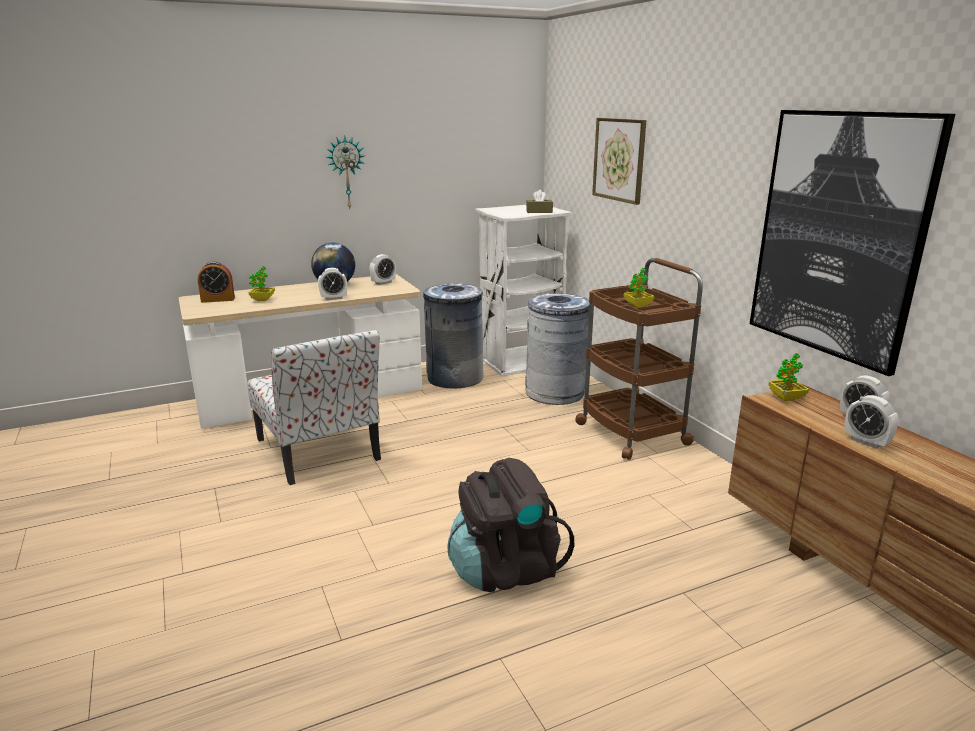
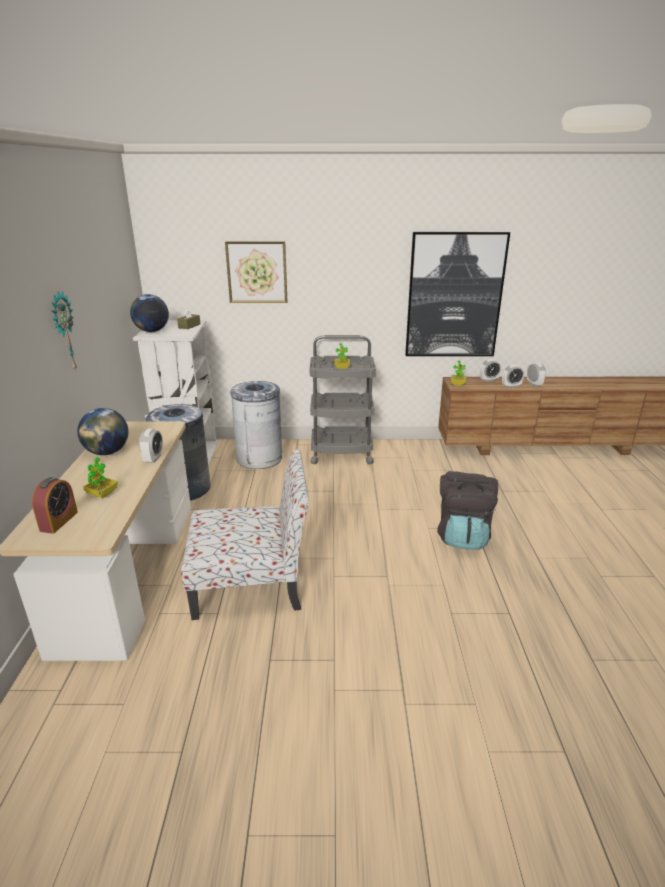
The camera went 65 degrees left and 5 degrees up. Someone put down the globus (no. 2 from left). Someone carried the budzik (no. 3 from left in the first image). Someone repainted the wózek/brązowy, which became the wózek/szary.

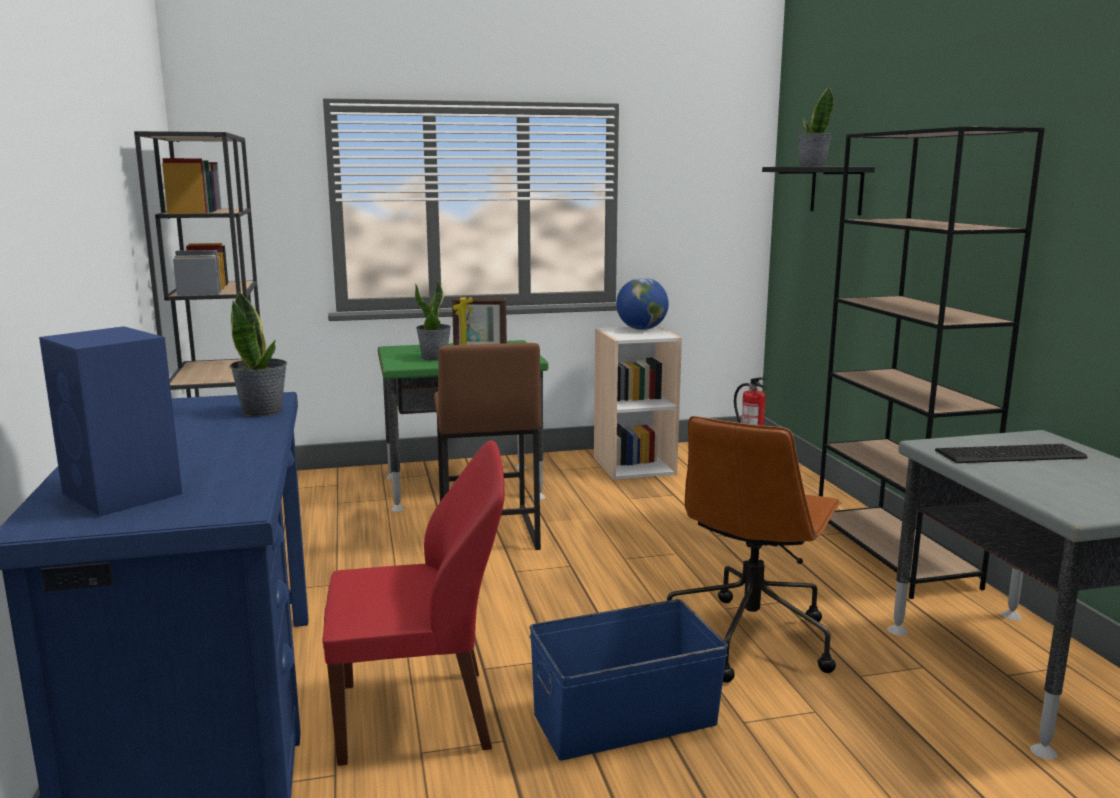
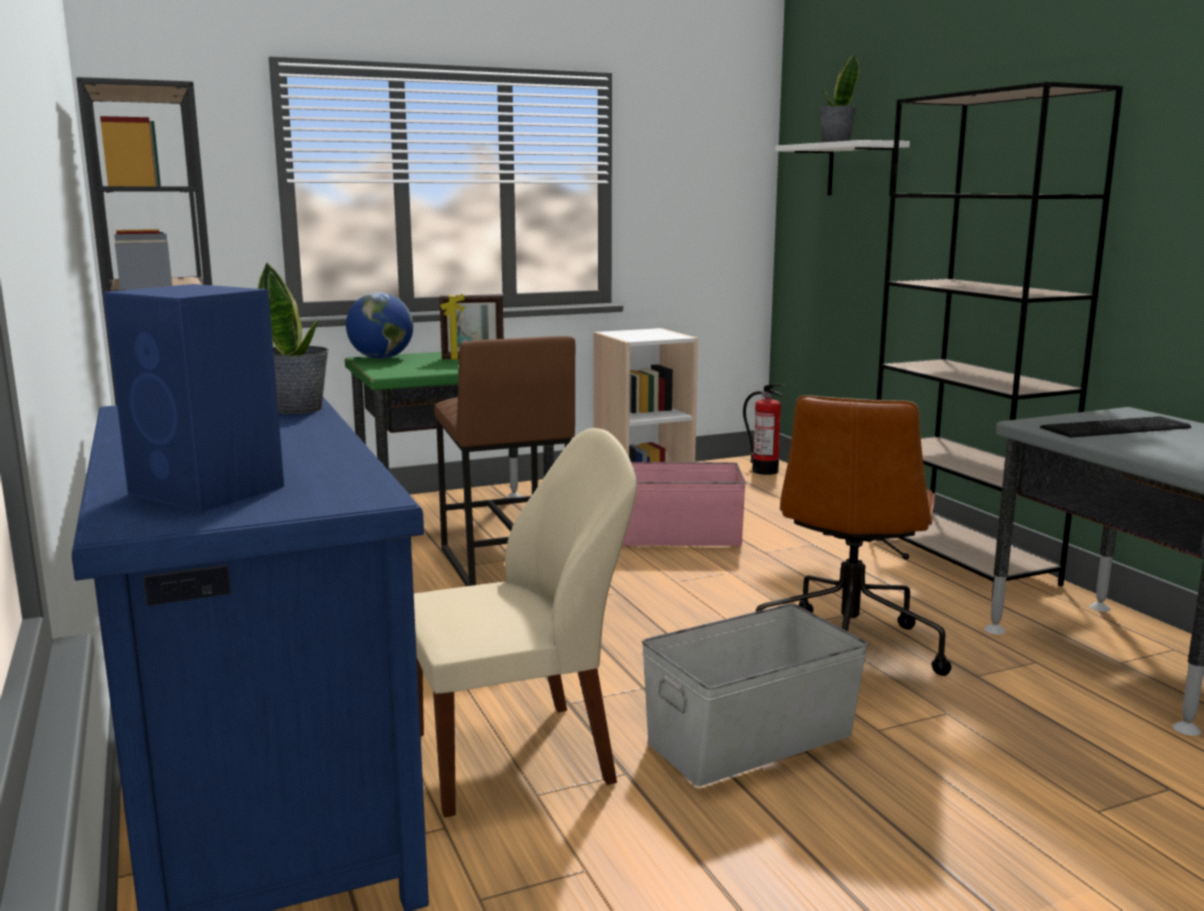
The camera went 10 degrees left and 0 degrees up. Someone took away the roślina doniczkowa (no. 2 from left). Someone put down the pojemnik do przechowywania/różowy. Someone carried the globus. Someone repainted the krzesło/czerwony, which became the krzesło/beżowy. Someone repainted the pojemnik do przechowywania/niebieski, which became the pojemnik do przechowywania/szary. Someone repainted the półka/czarny, which became the półka/biały.

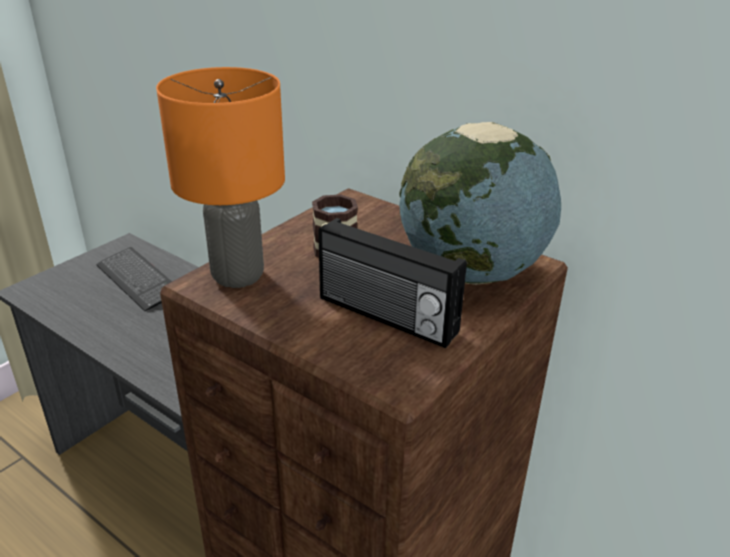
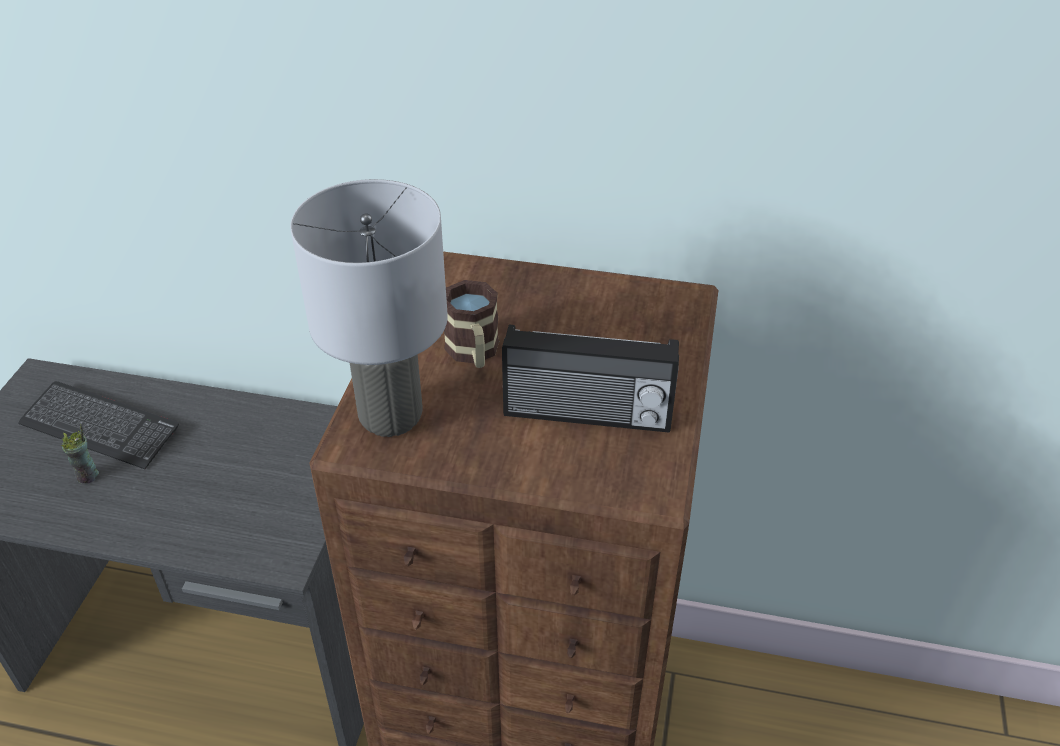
The camera went 25 degrees left and 10 degrees up. Someone took away the globus. Someone put down the filiżanka. Someone repainted the lampa stołowa/pomarańczowy, which became the lampa stołowa/biały.

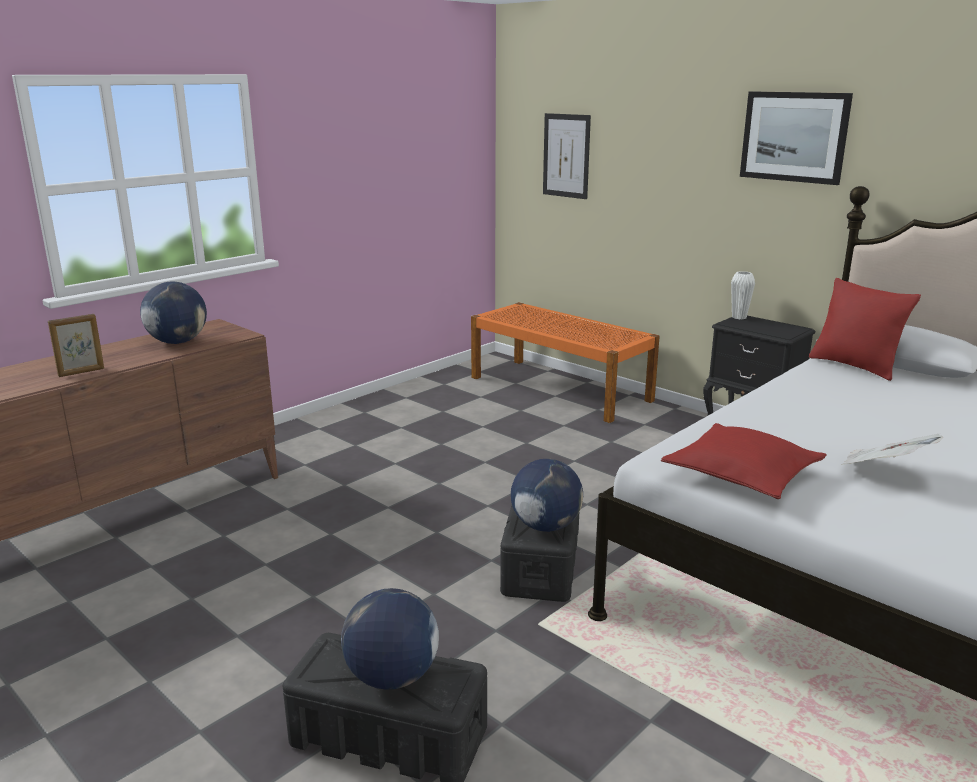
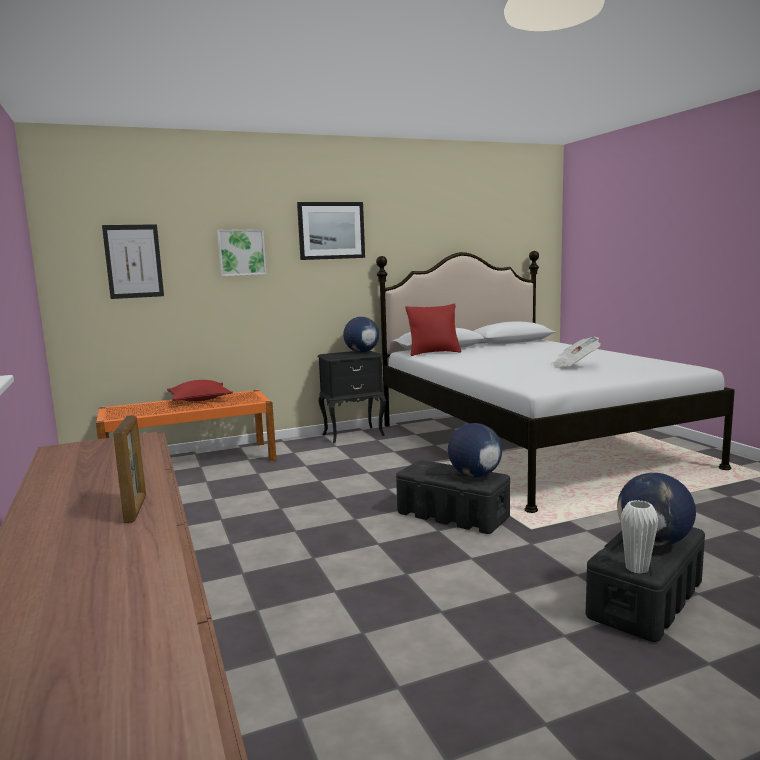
The camera went 65 degrees left and 10 degrees down. Someone put up the obraz (no. 2 from left). Someone carried the globus (no. 1 from left). Someone carried the poduszka/czerwony (no. 1 from left). Someone carried the wazon/biały.

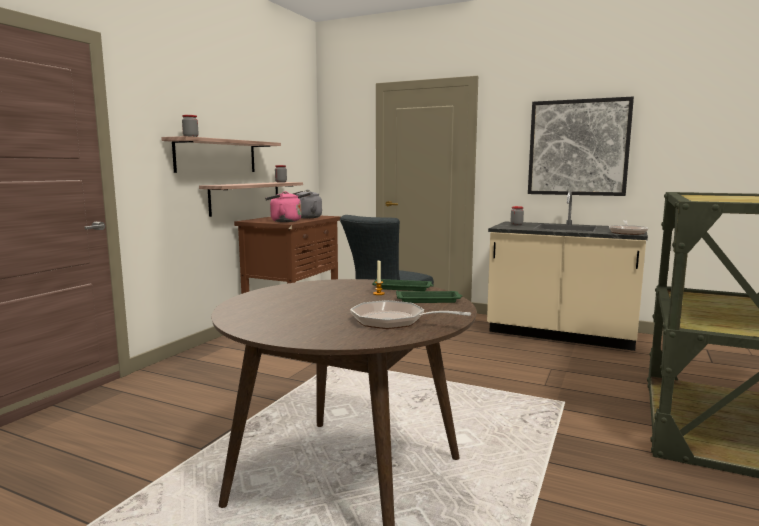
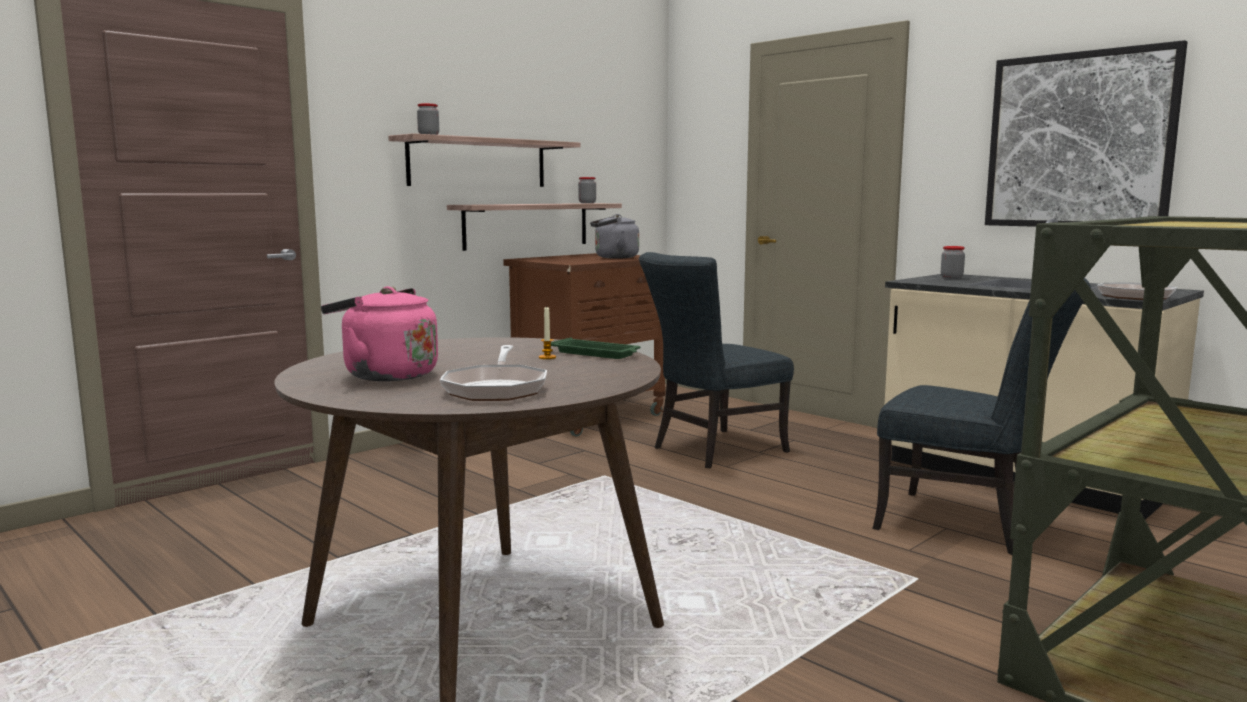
The camera went 20 degrees right and 0 degrees up. Someone took away the taca/zielony (no. 2 from left). Someone put down the krzesło/szary (no. 2 from left). Someone carried the czajnik/różowy. Someone rotated the patelnia (no. 1 from left) by 135 degrees counterclockwise.

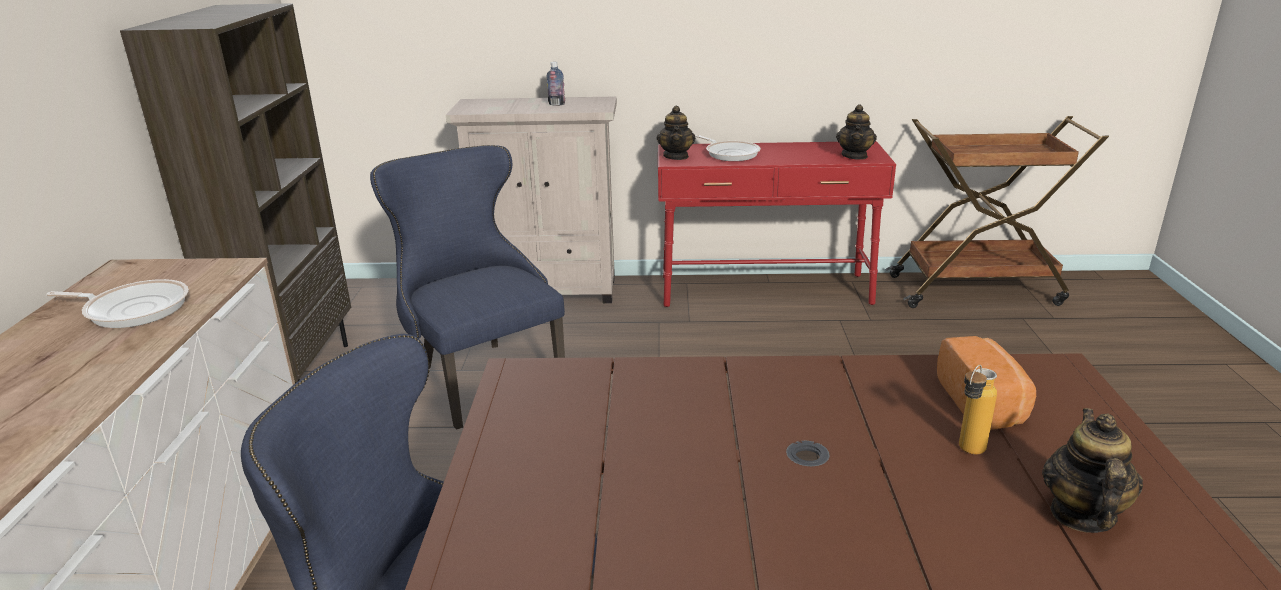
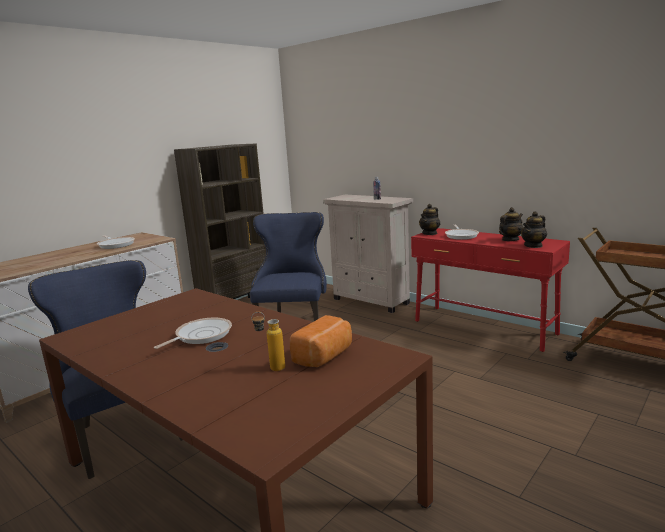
The camera went 40 degrees right and 10 degrees down. Someone put down the patelnia (no. 2 from left). Someone carried the imbryk (no. 3 from left in the first image).

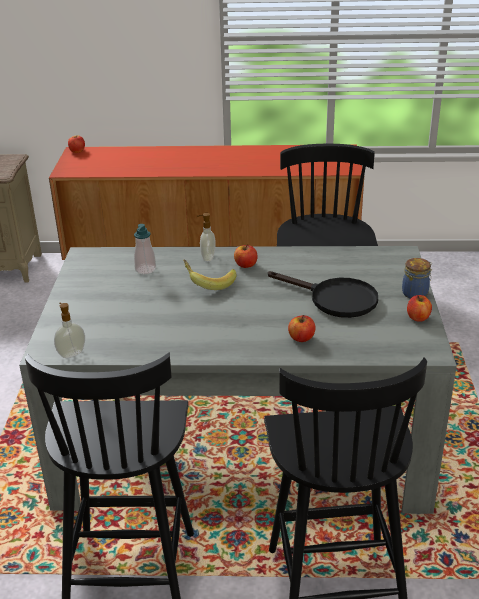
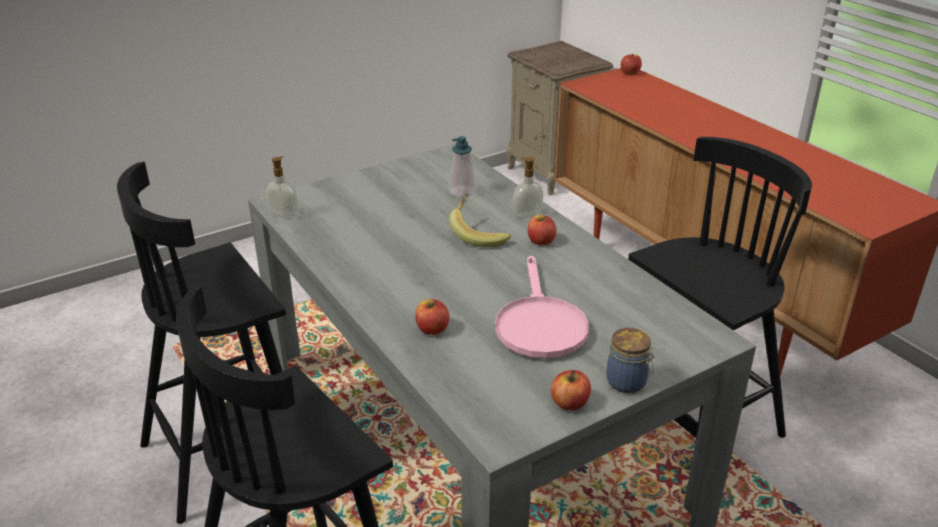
The camera went 55 degrees right and 0 degrees up. Someone repainted the patelnia/czarny, which became the patelnia/różowy.

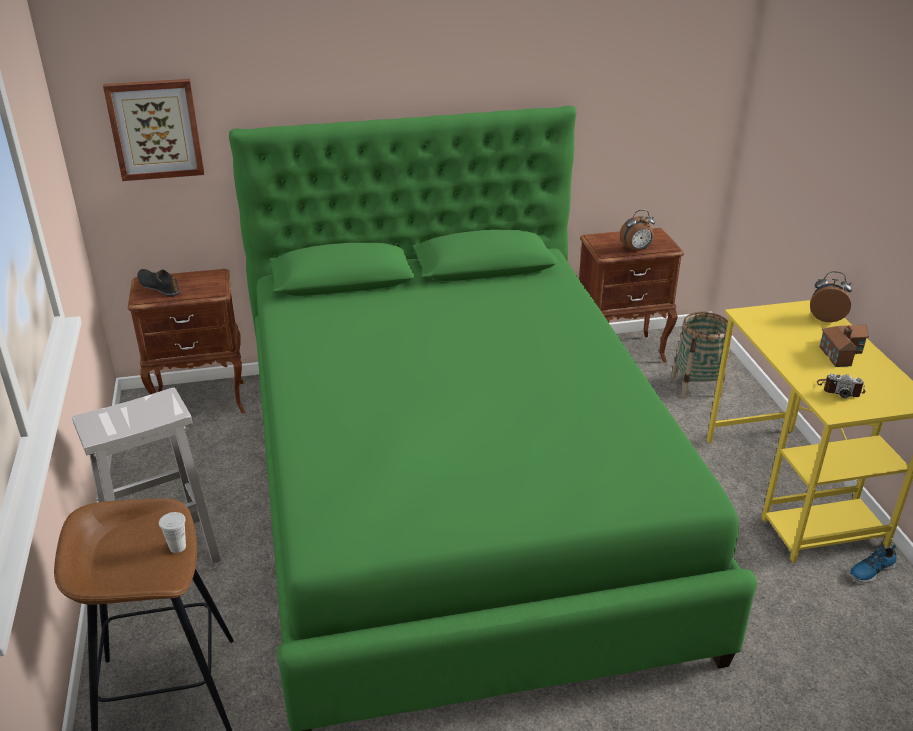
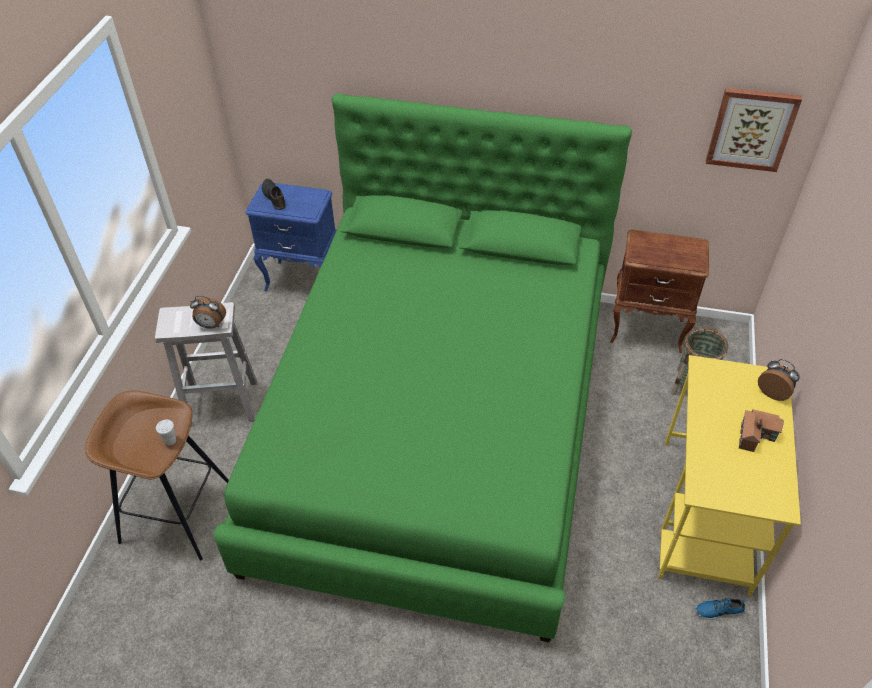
The camera went 25 degrees right and 15 degrees up. Someone took away the aparat fotograficzny. Someone carried the obraz. Someone carried the budzik (no. 1 from left). Someone repainted the szafka nocna/brązowy (no. 1 from left), which became the szafka nocna/niebieski.

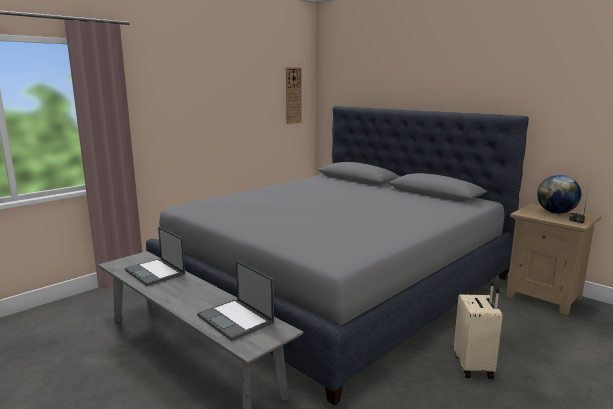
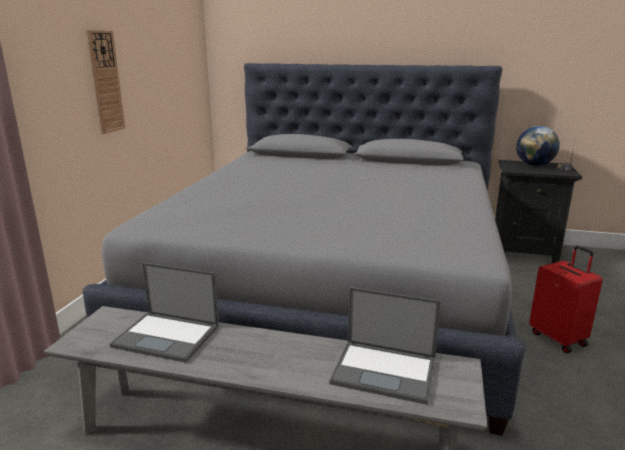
The camera went 30 degrees left and 5 degrees up. Someone carried the zegar ścienny. Someone repainted the walizka/beżowy, which became the walizka/czerwony. Someone repainted the szafka nocna/beżowy, which became the szafka nocna/czarny.

